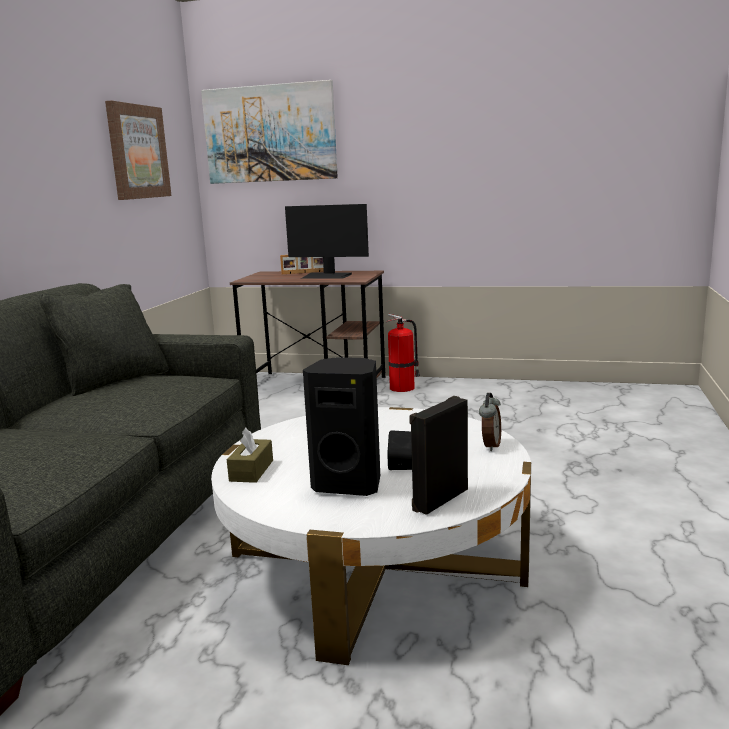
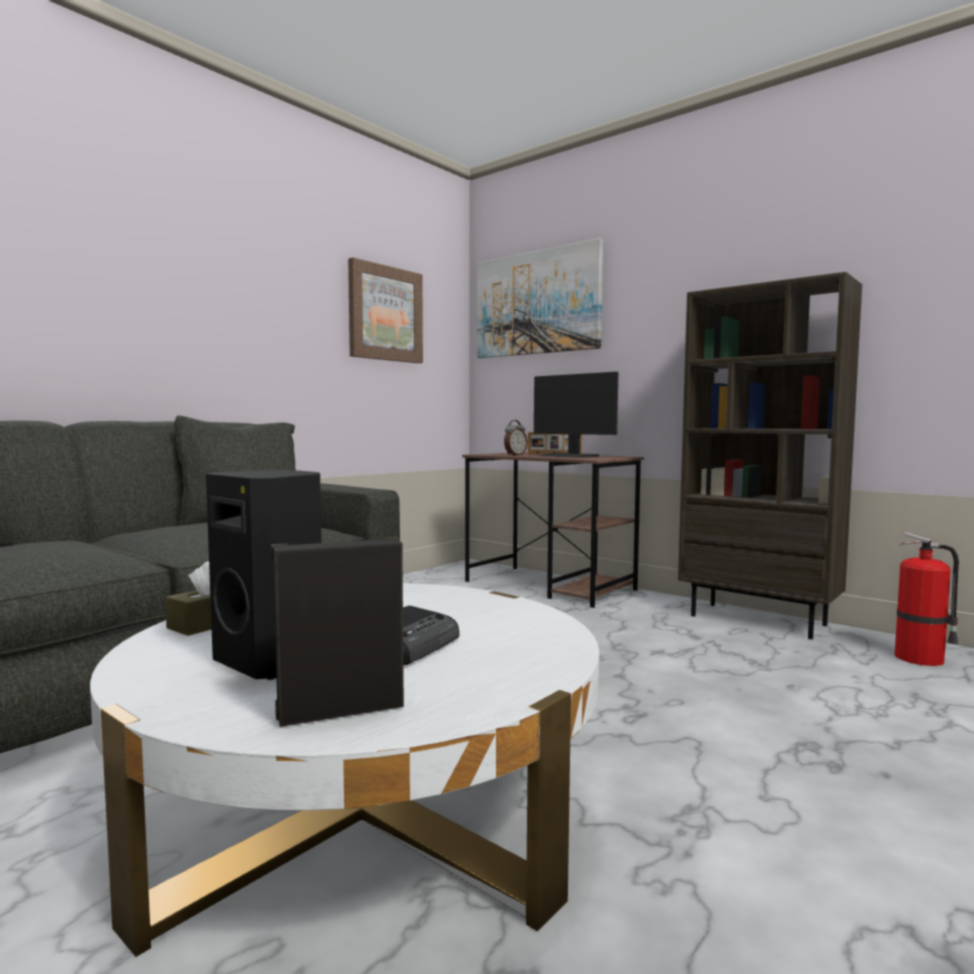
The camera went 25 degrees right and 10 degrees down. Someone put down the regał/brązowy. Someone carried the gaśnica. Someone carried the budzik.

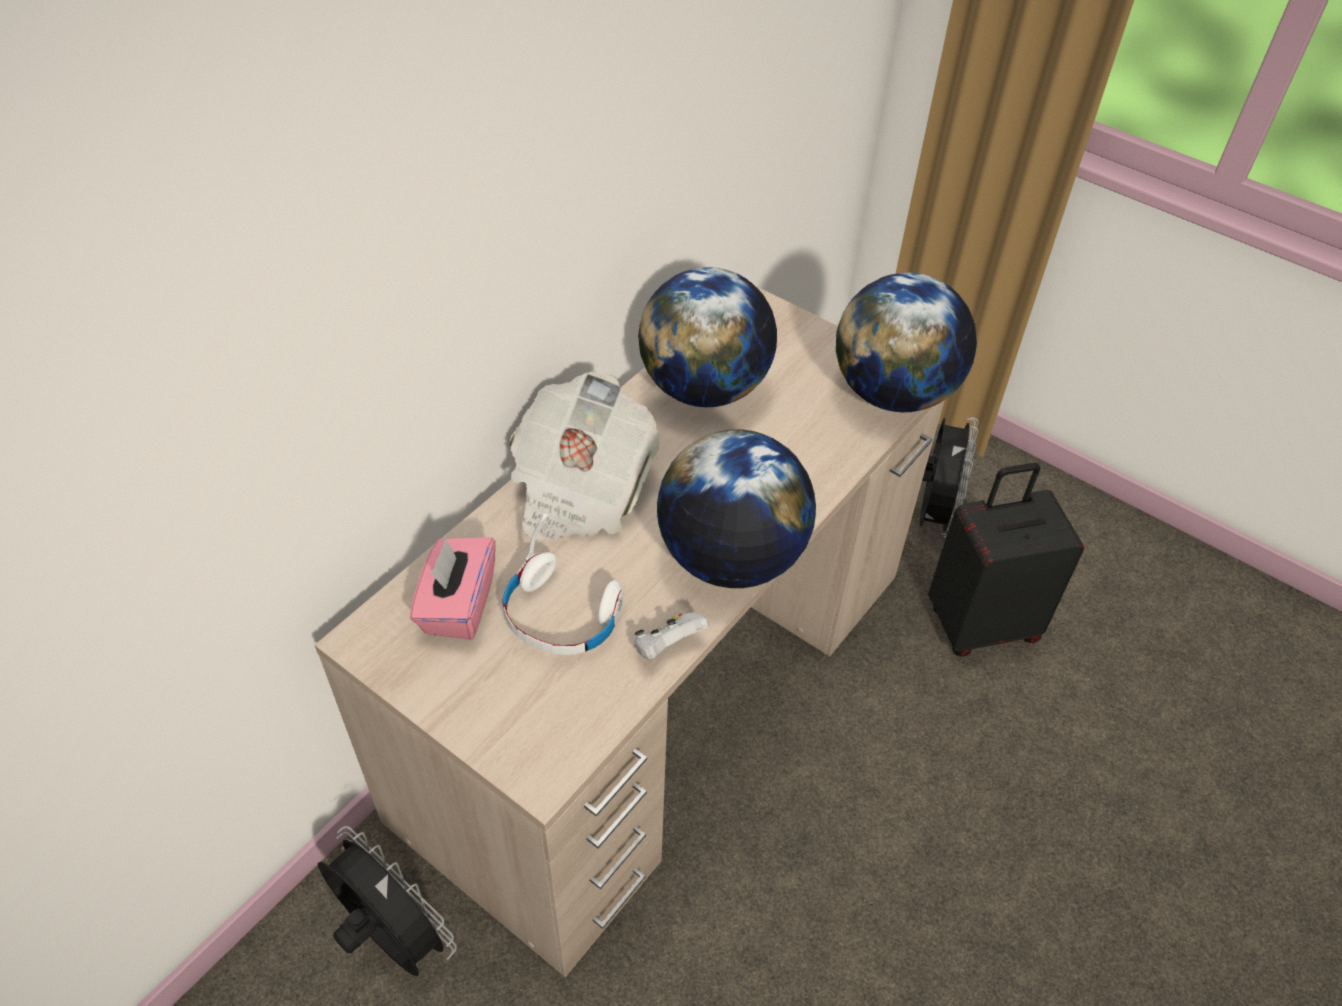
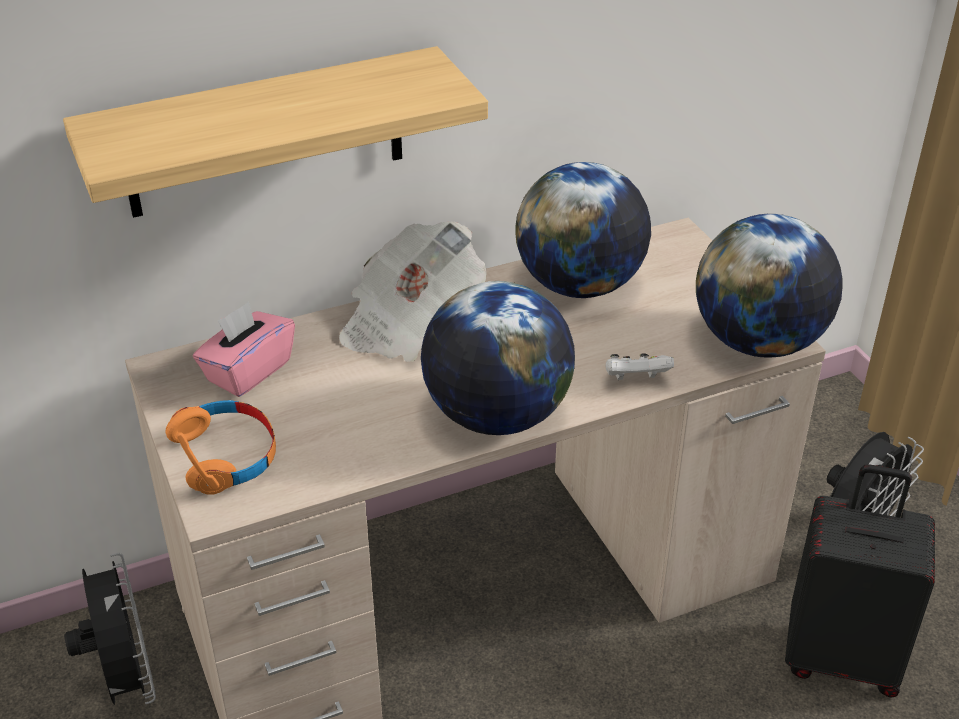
The camera went 30 degrees right and 10 degrees down. Someone took away the słuchawki/biały. Someone put up the półka. Someone put down the słuchawki/pomarańczowy. Someone carried the pad do gier/biały.

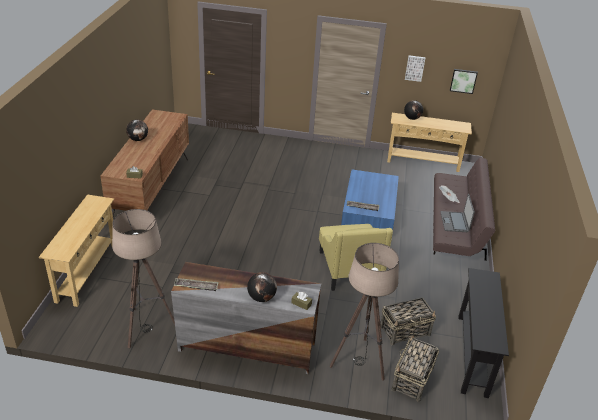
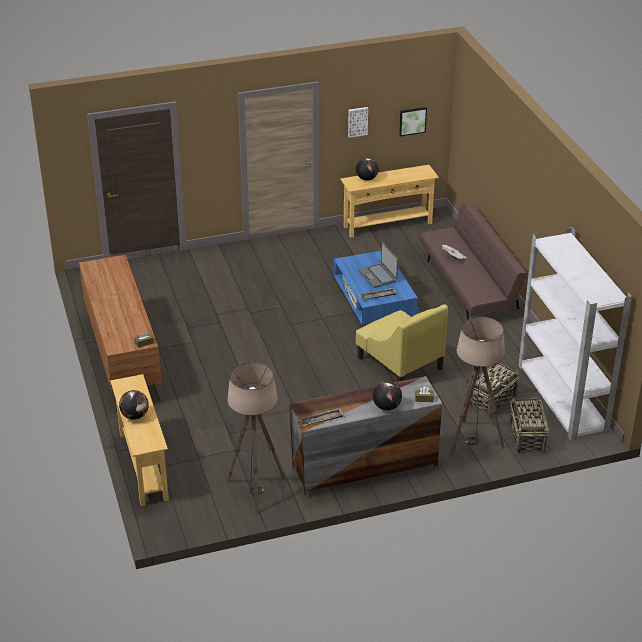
The camera went 25 degrees left and 0 degrees up. Someone carried the globus (no. 1 from left). Someone carried the laptop. Someone swapped the stolik konsolowy/czarny for the regał/biały.

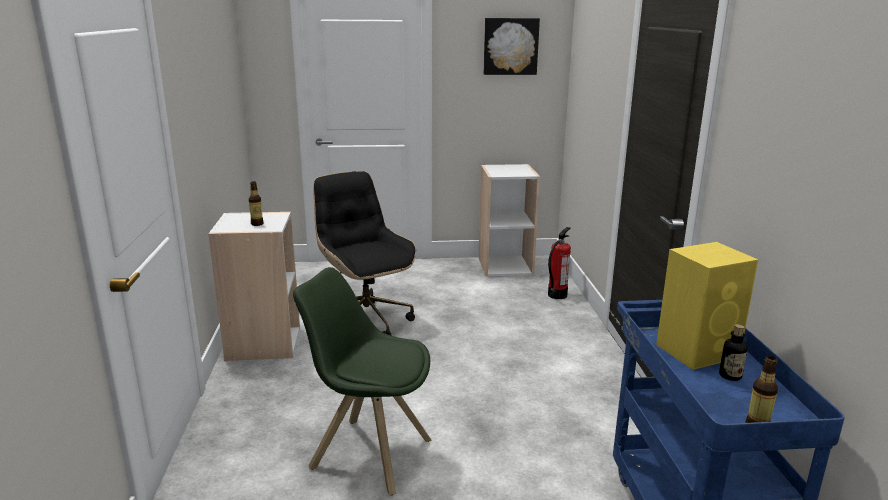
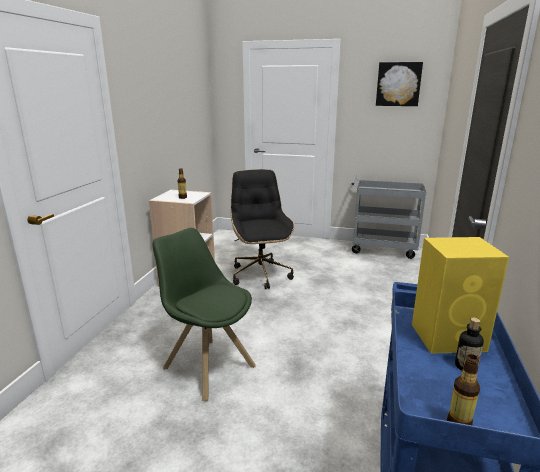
The camera went 20 degrees right and 0 degrees up. Someone took away the gaśnica. Someone swapped the regał (no. 2 from left) for the wózek/szary.

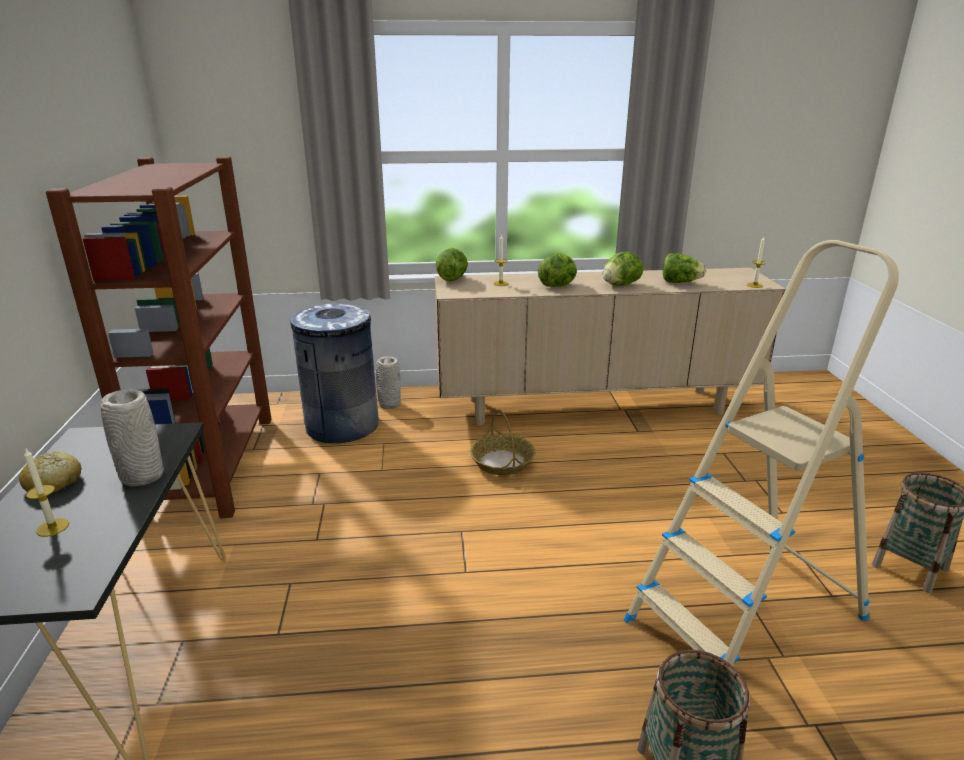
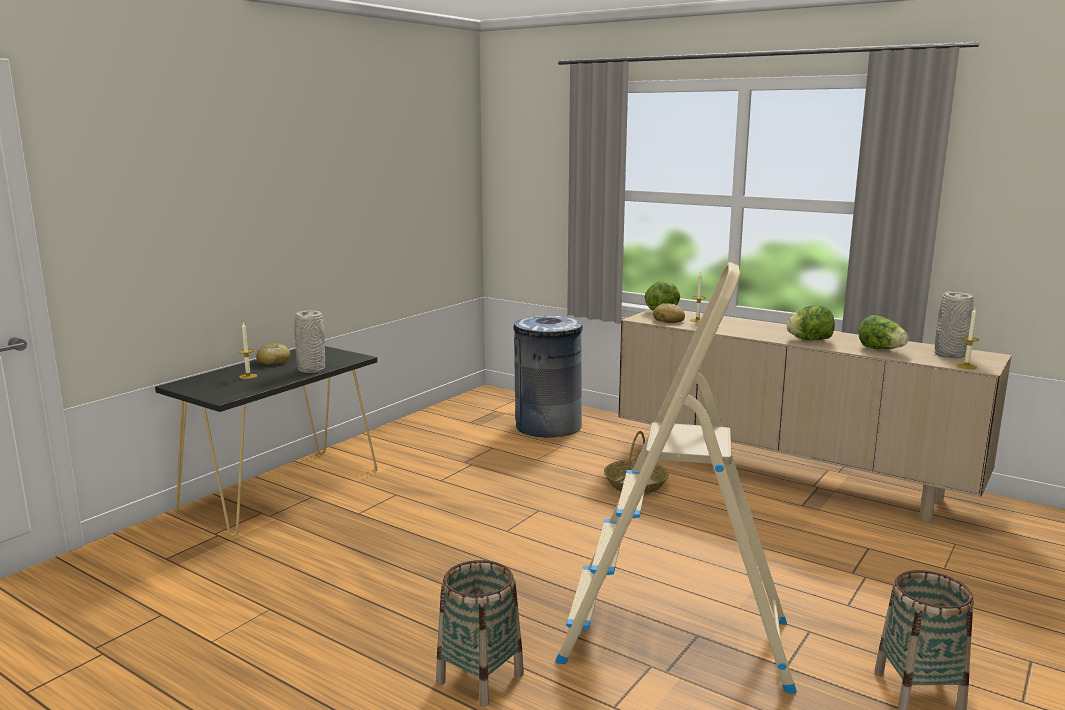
The camera went 40 degrees right and 10 degrees down. Someone took away the regał/brązowy. Someone took away the sałata (no. 2 from left). Someone put down the chleb (no. 2 from left). Someone carried the wazon/szary (no. 2 from left).

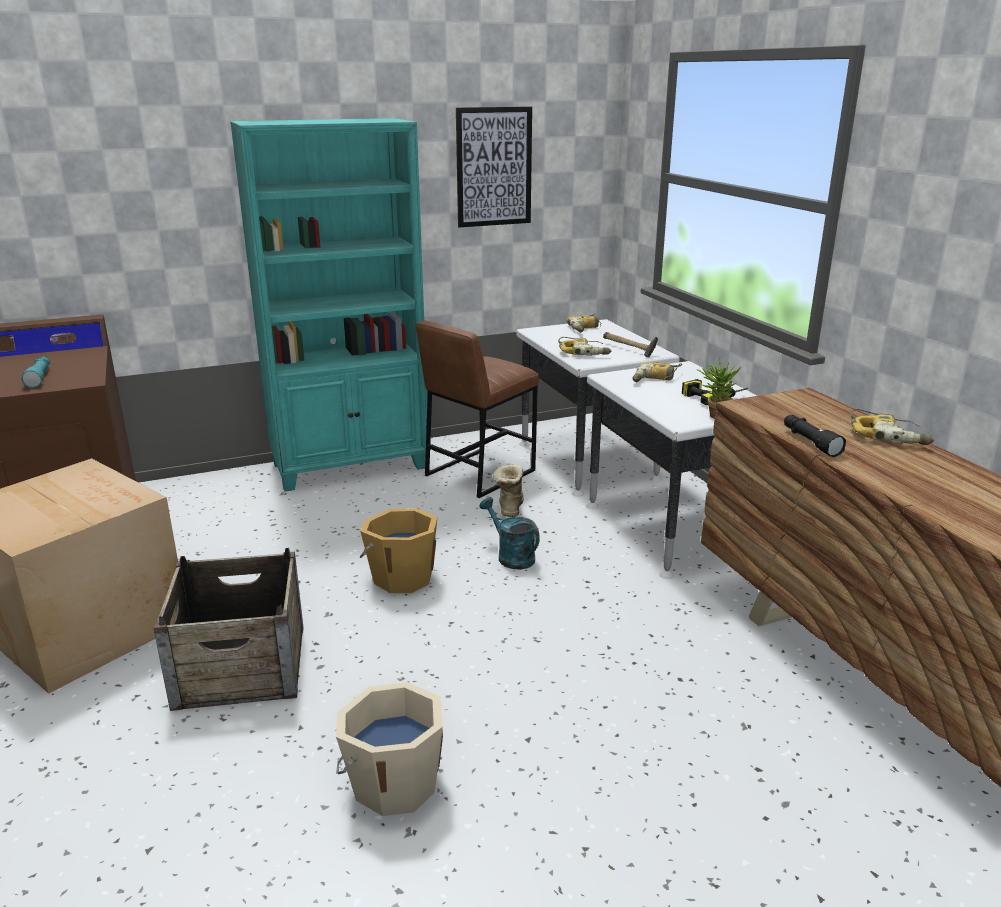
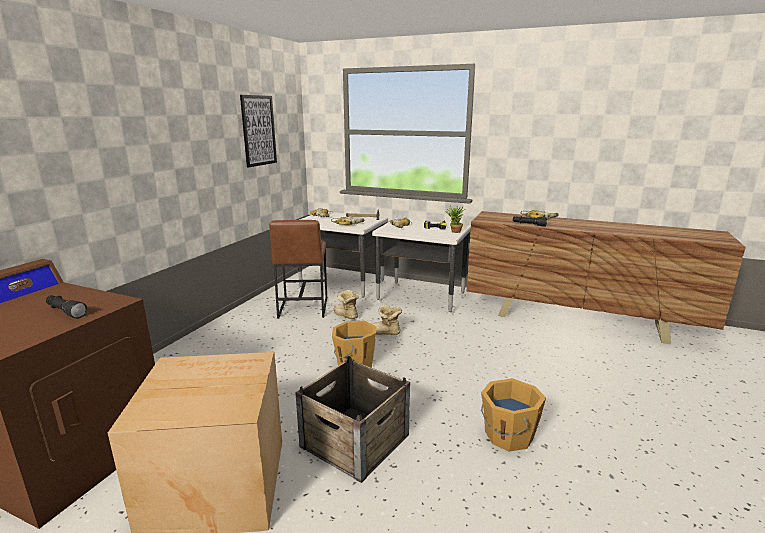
The camera went 45 degrees left and 5 degrees down. Someone took away the regał/turkusowy. Someone swapped the konewka/turkusowy for the but z cholewką (no. 2 from left). Someone repainted the latarka/turkusowy, which became the latarka/czarny (no. 1 from left). Someone repainted the wiadro/beżowy, which became the wiadro/pomarańczowy (no. 2 from left).

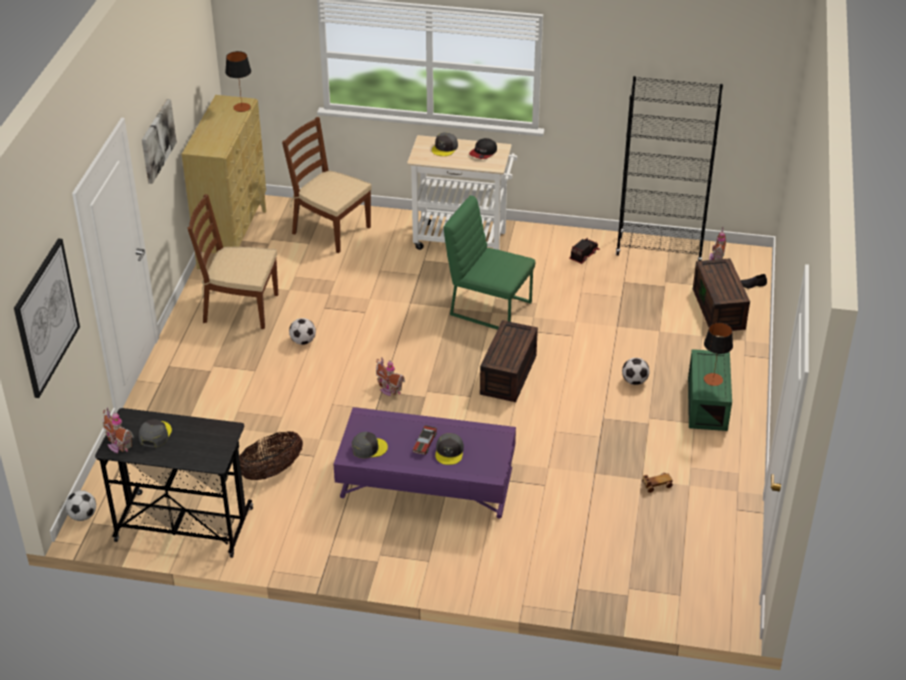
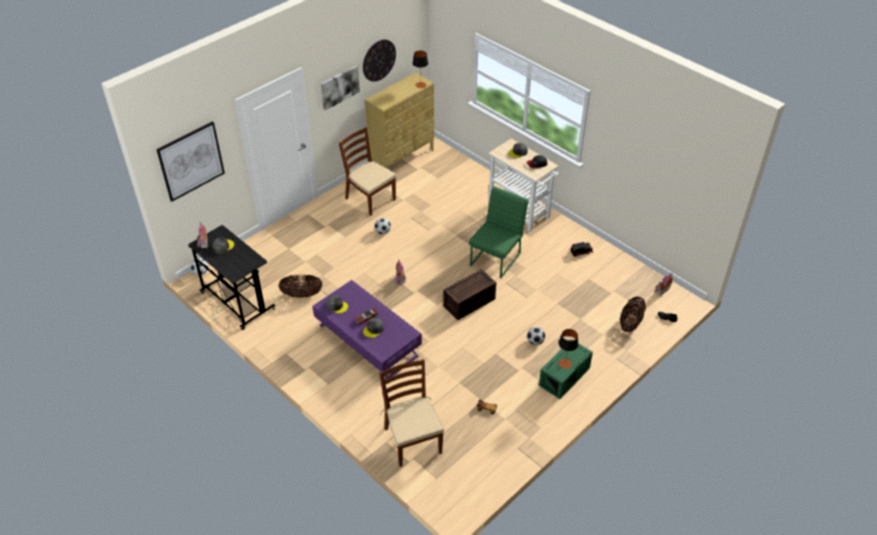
The camera went 35 degrees right and 5 degrees up. Someone took away the regał/czarny. Someone put up the zegar ścienny. Someone carried the krzesło/brązowy (no. 2 from left). Someone swapped the pojemnik do przechowywania/brązowy (no. 2 from left) for the koszyk (no. 2 from left). Someone rotated the krzesło/zielony by 60 degrees clockwise.

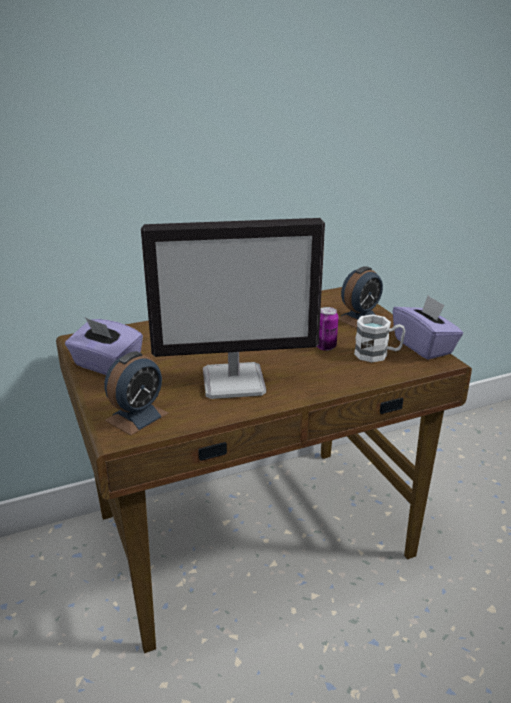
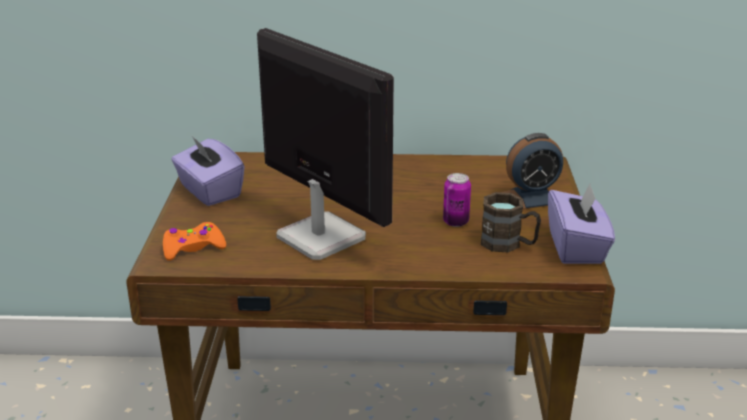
The camera went 25 degrees right and 0 degrees up. Someone swapped the budzik (no. 1 from left) for the pad do gier/pomarańczowy. Someone repainted the kubek/biały, which became the kubek/brązowy. Someone rotated the monitor by 150 degrees counterclockwise.

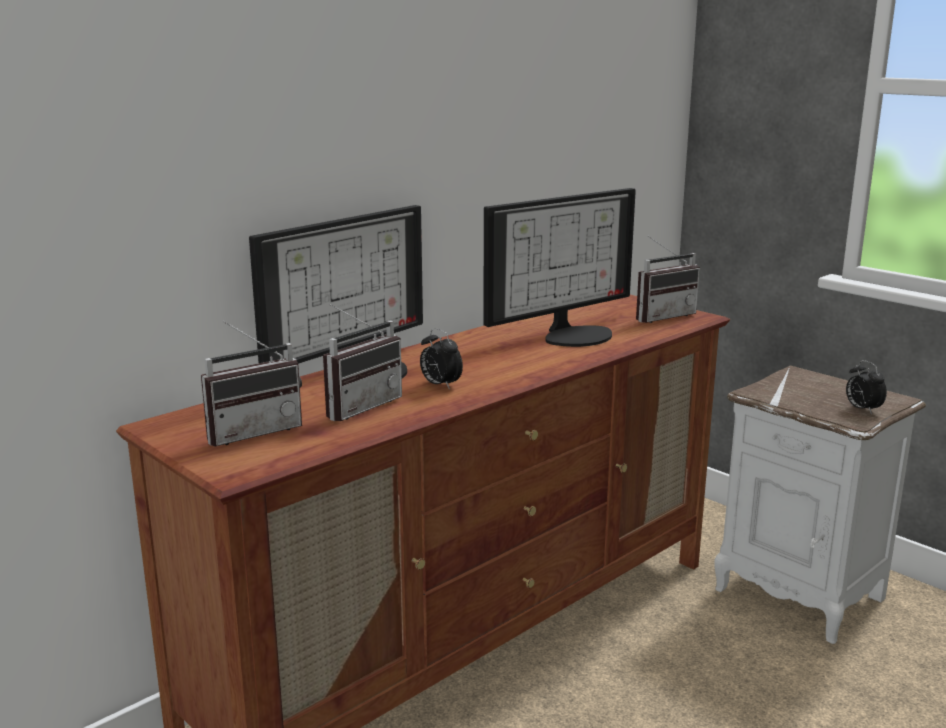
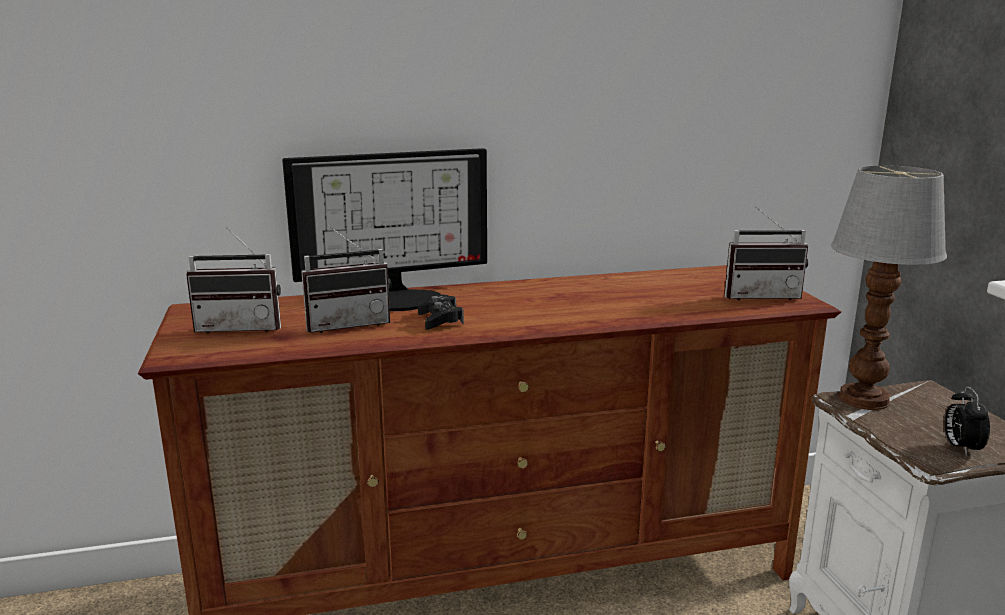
The camera went 30 degrees right and 0 degrees up. Someone took away the monitor (no. 2 from left). Someone put down the lampa stołowa. Someone swapped the budzik (no. 1 from left) for the pad do gier/czarny.

